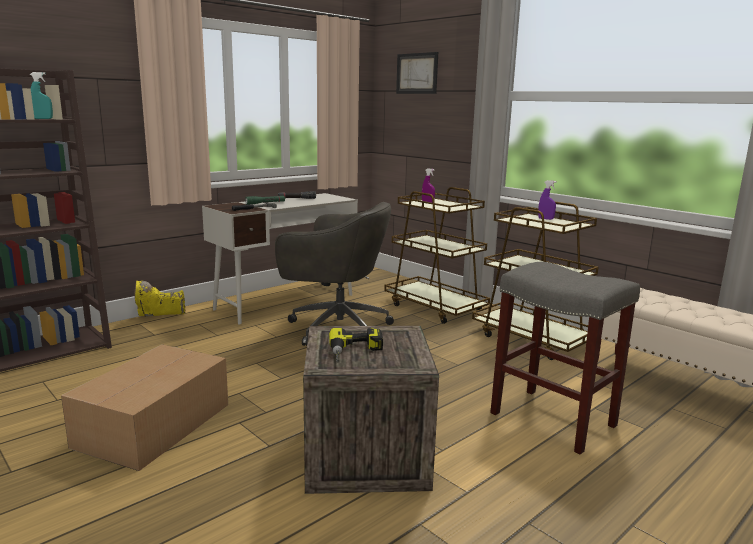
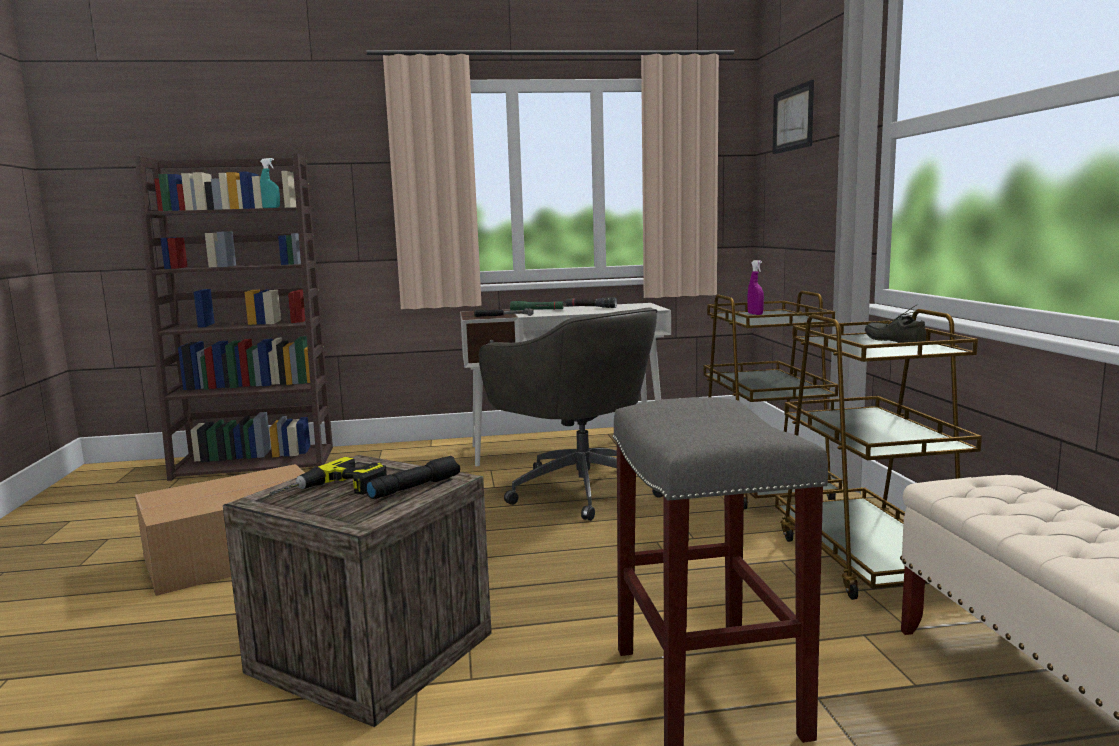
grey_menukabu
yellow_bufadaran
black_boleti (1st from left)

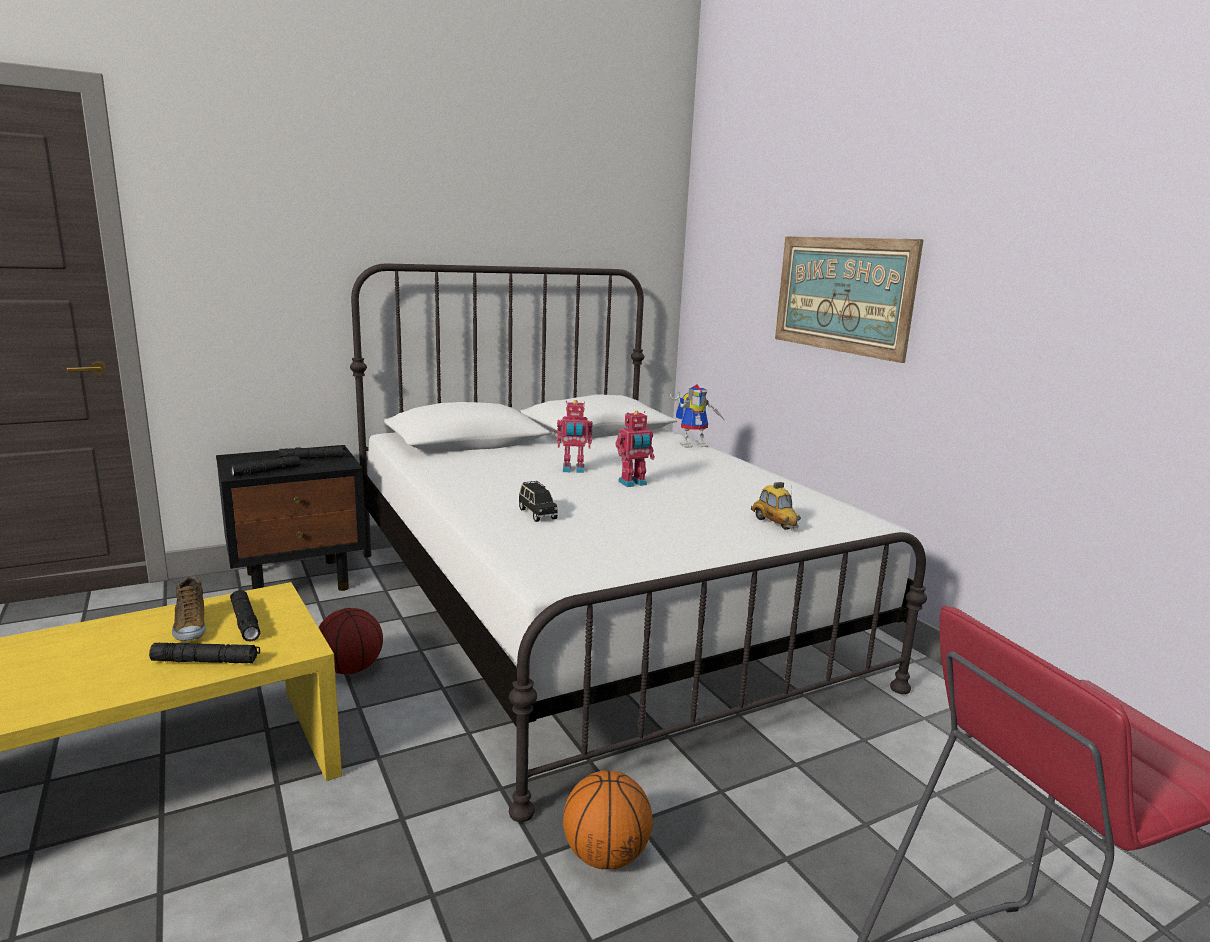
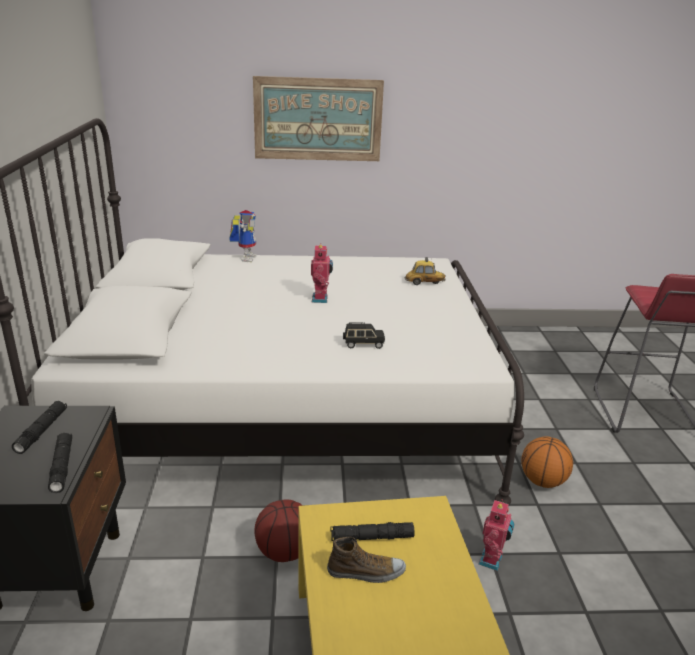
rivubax (3rd from left)
black_boleti (1st from left in the first image)

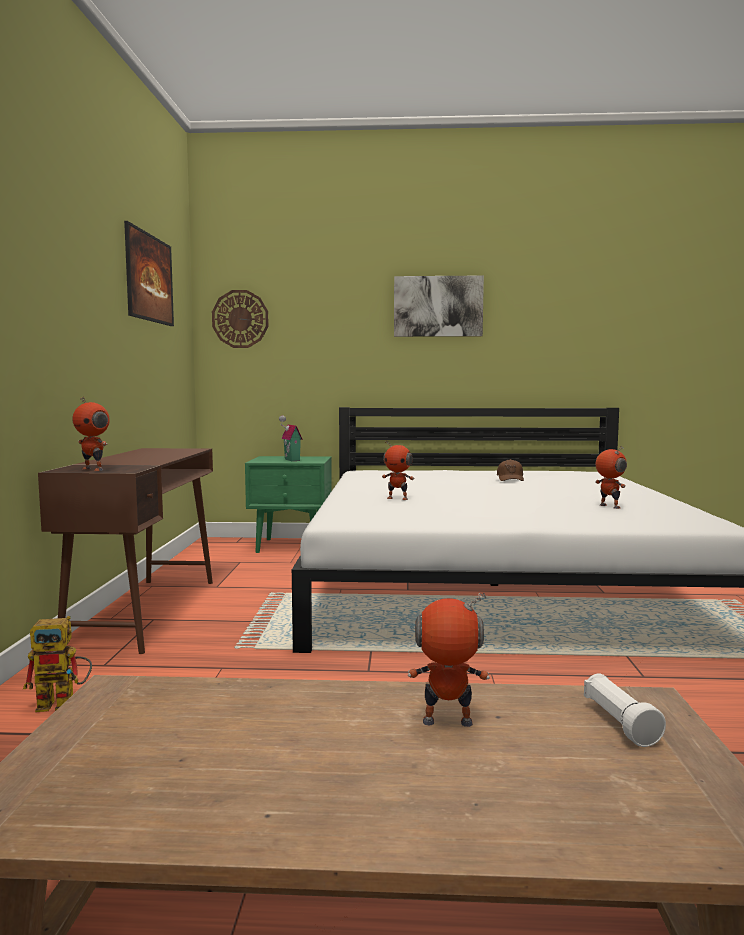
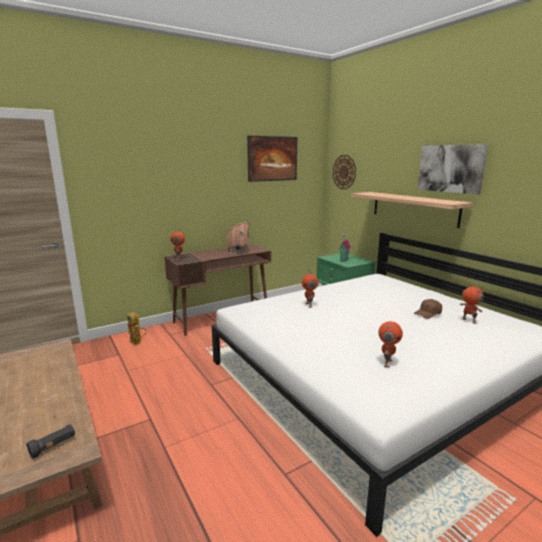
rivubax (5th from left)
black_boleti
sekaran
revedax (1st from left)

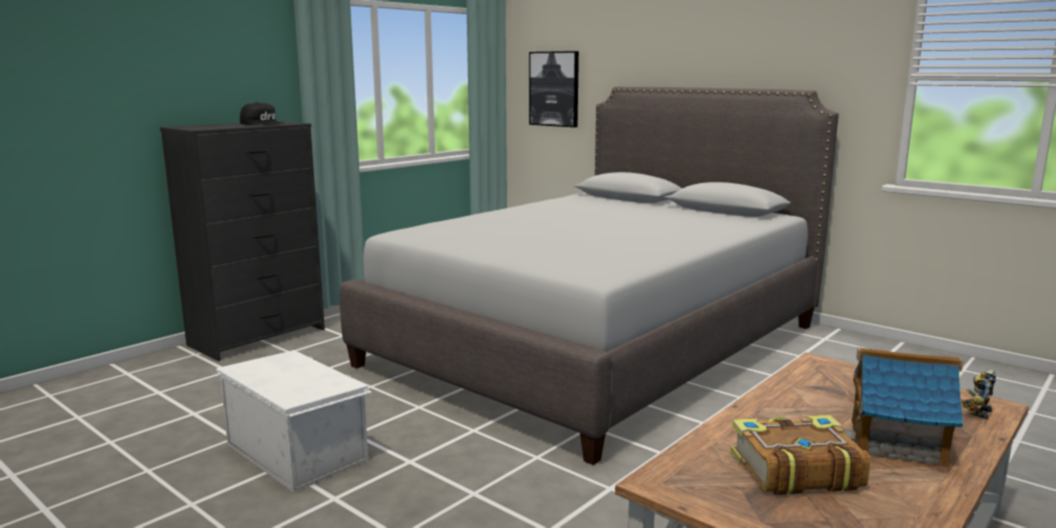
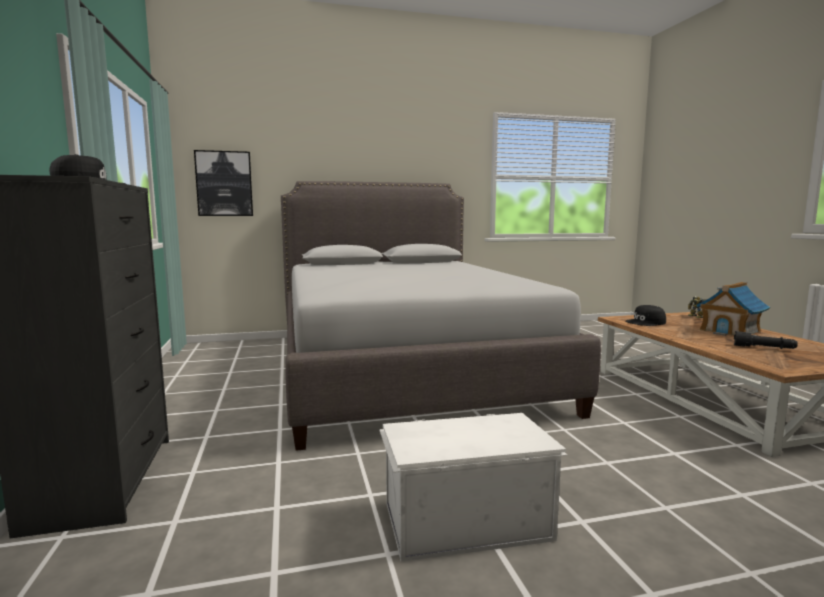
black_boleti
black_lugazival (2nd from left)

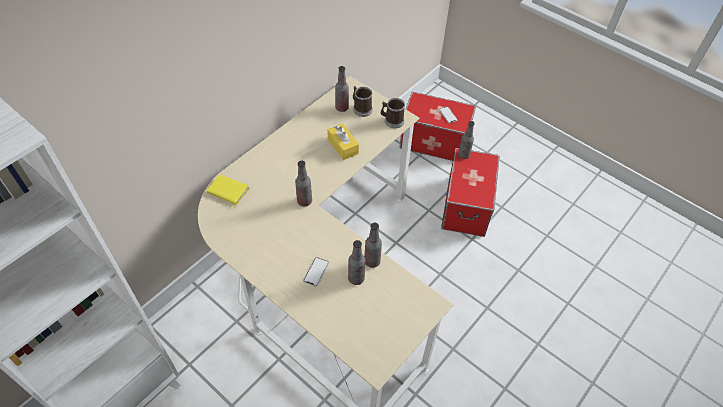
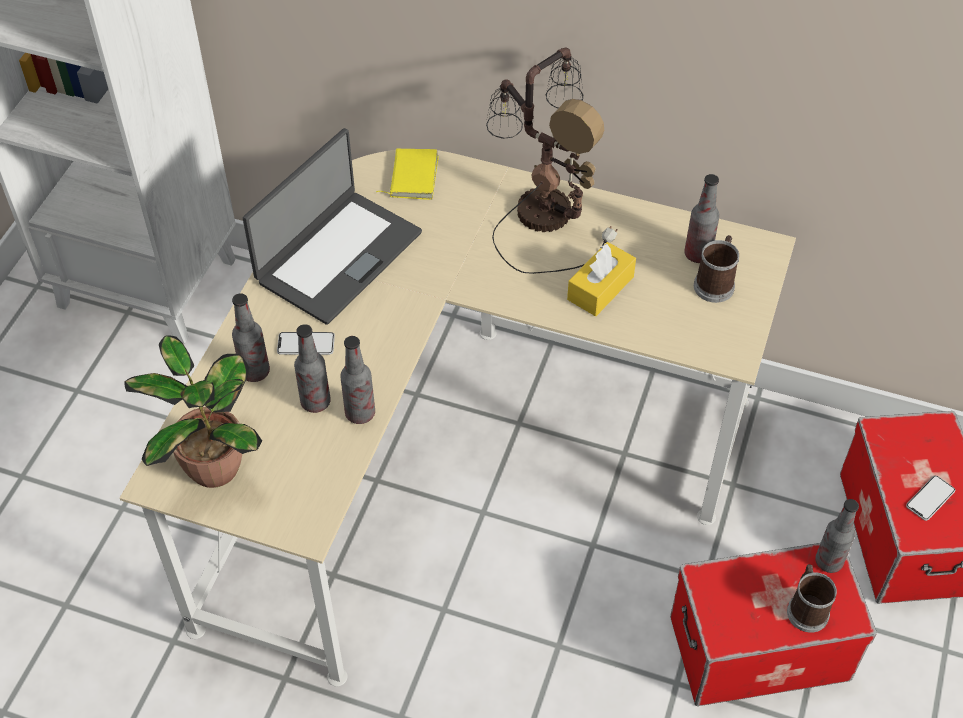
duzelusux (2nd from left)
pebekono (1st from left)
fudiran
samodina
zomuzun

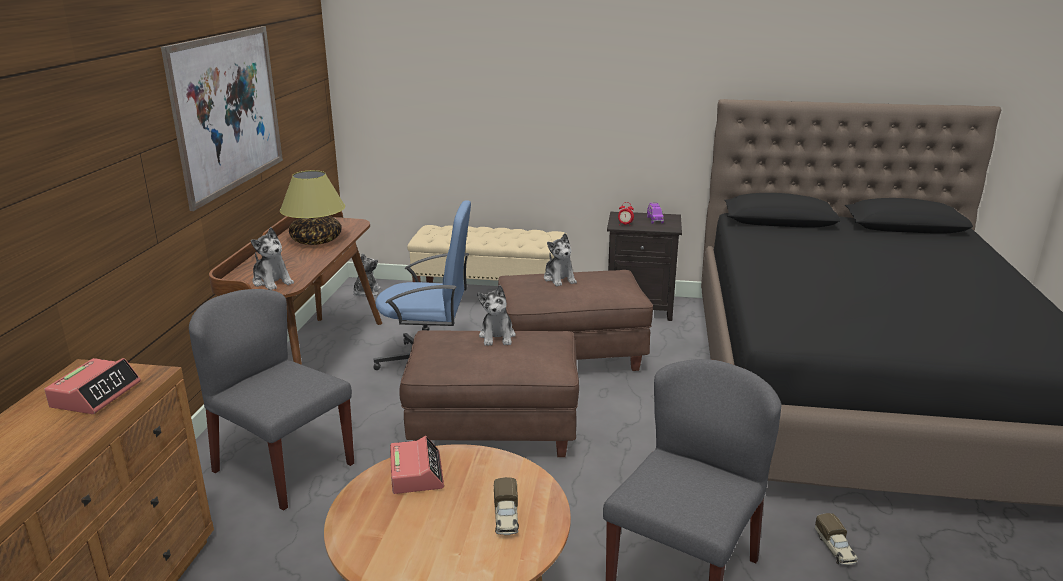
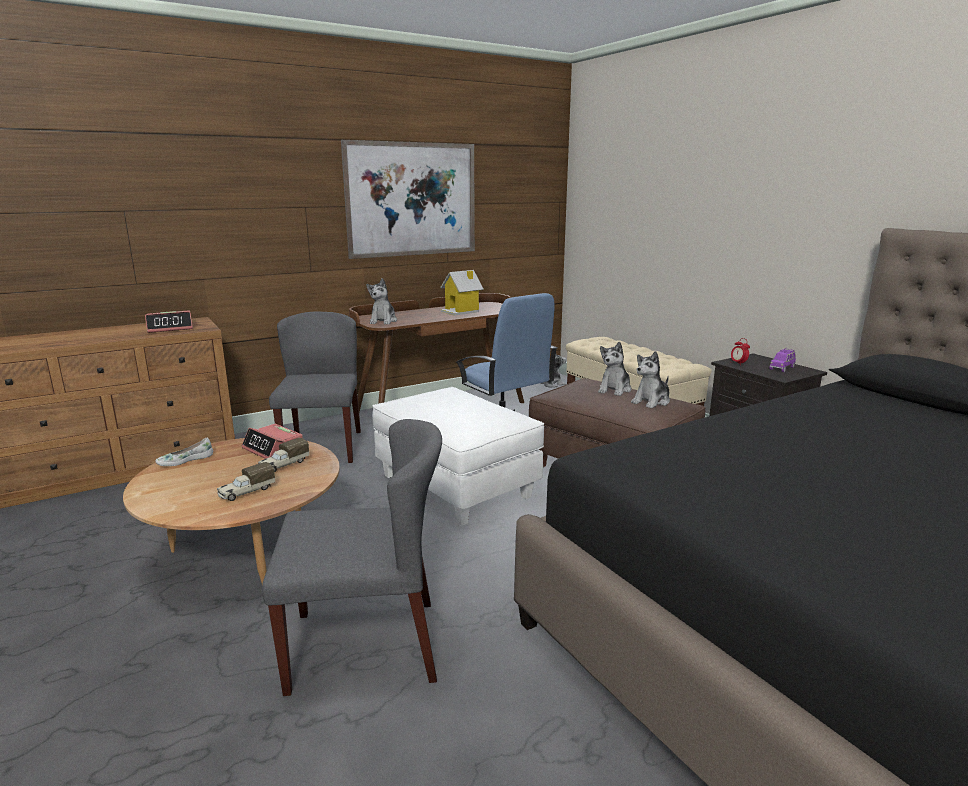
revedax
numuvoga (4th from left)
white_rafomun
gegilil (2nd from left)
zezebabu (2nd from left)
white_menukabu

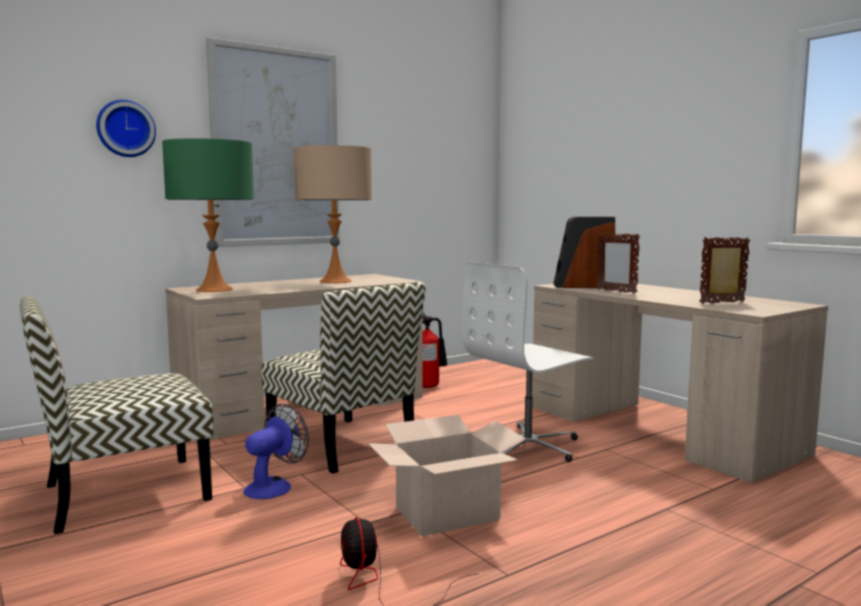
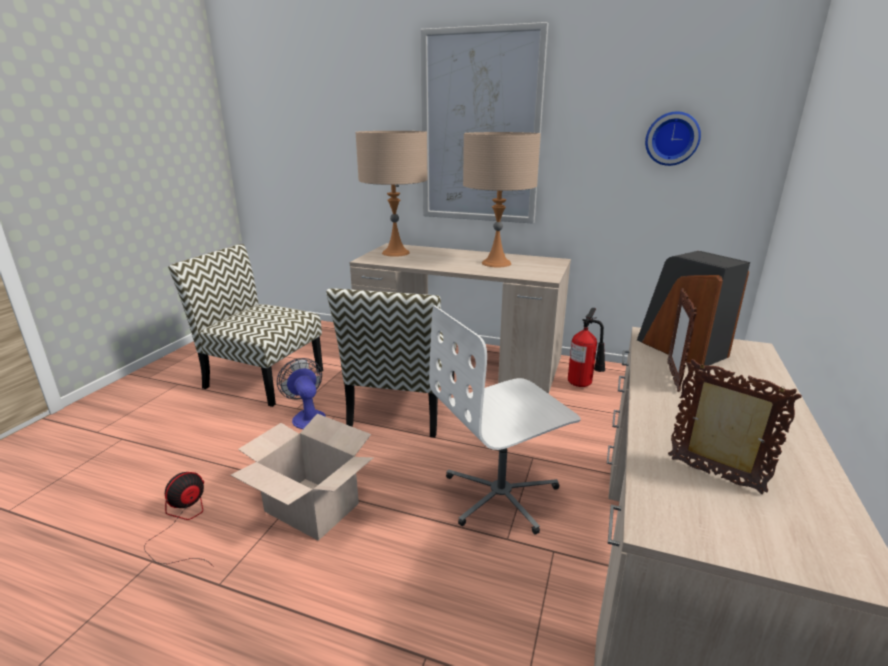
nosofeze
beige_fudiran (1st from left)
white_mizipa
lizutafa (2nd from left)

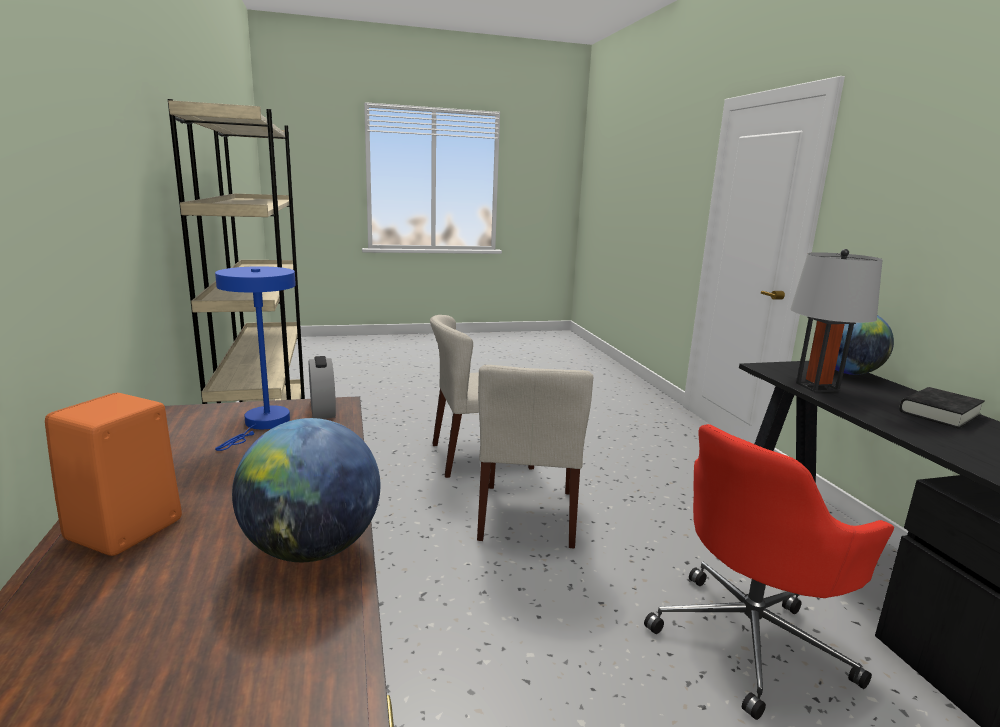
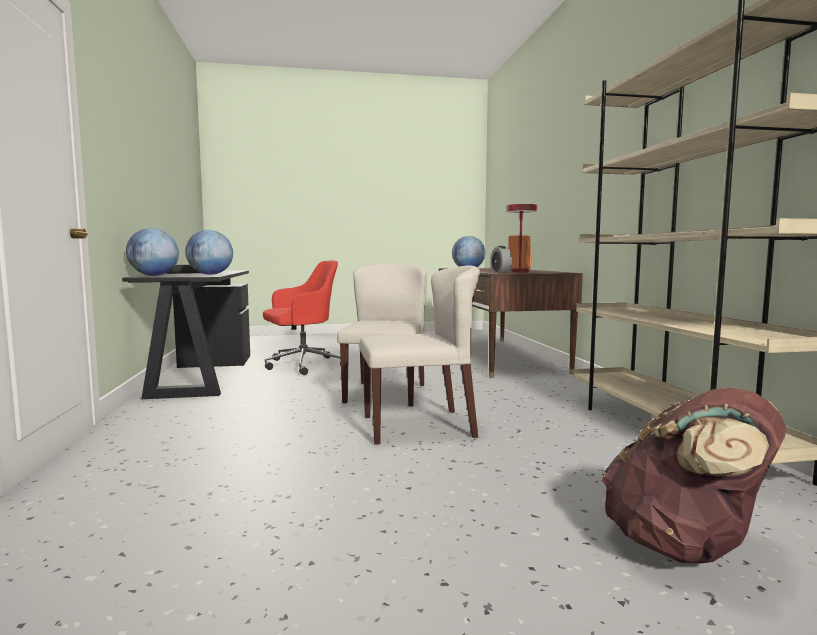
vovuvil (2nd from left)
red_fudiran
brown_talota

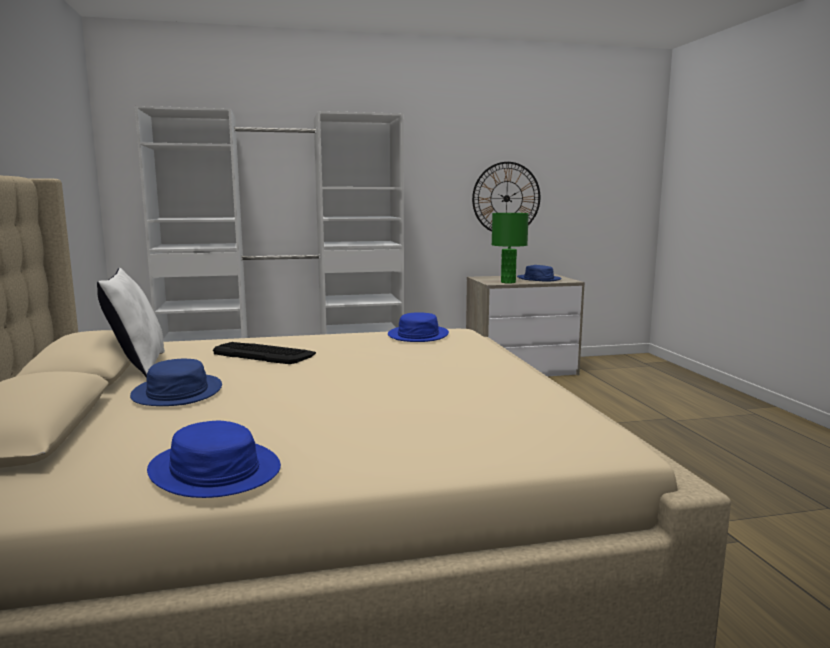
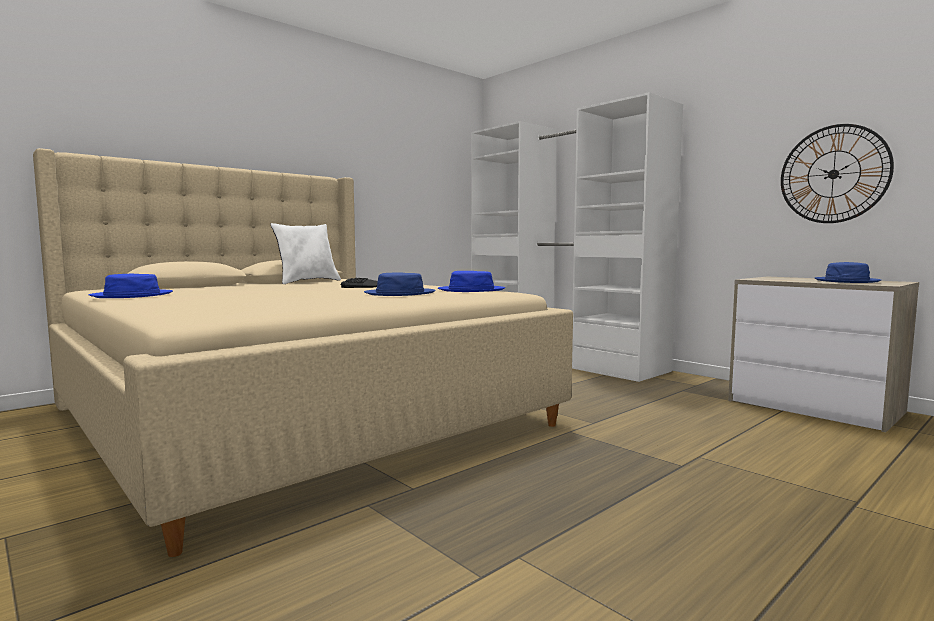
green_fudiran
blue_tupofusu (2nd from left)

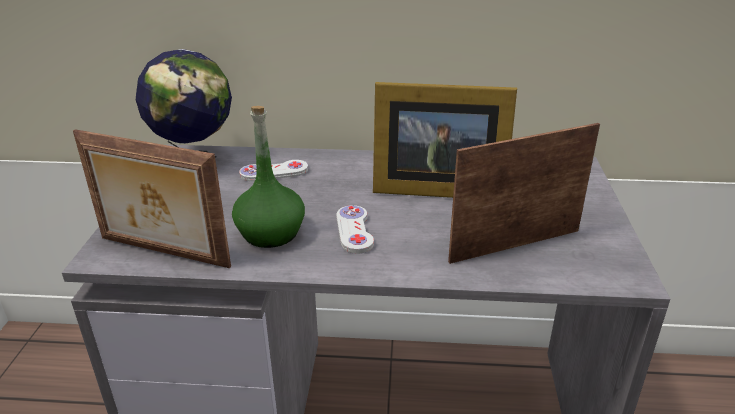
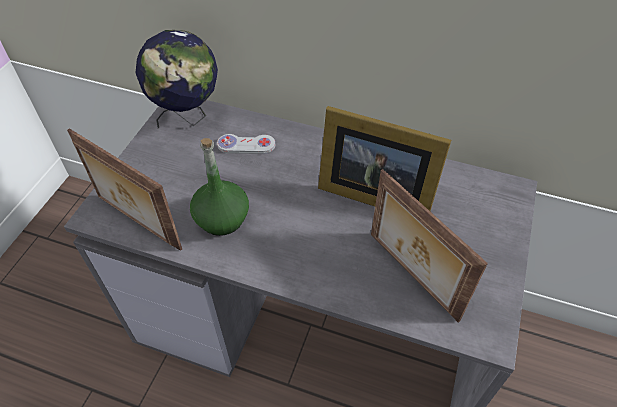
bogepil (3rd from left)
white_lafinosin (2nd from left in the first image)

